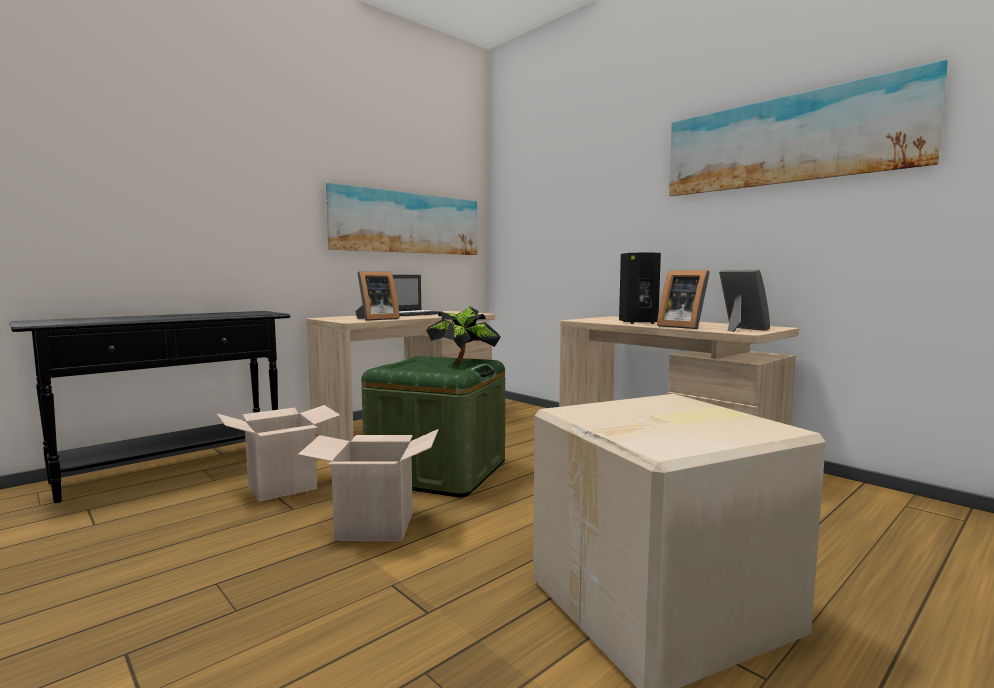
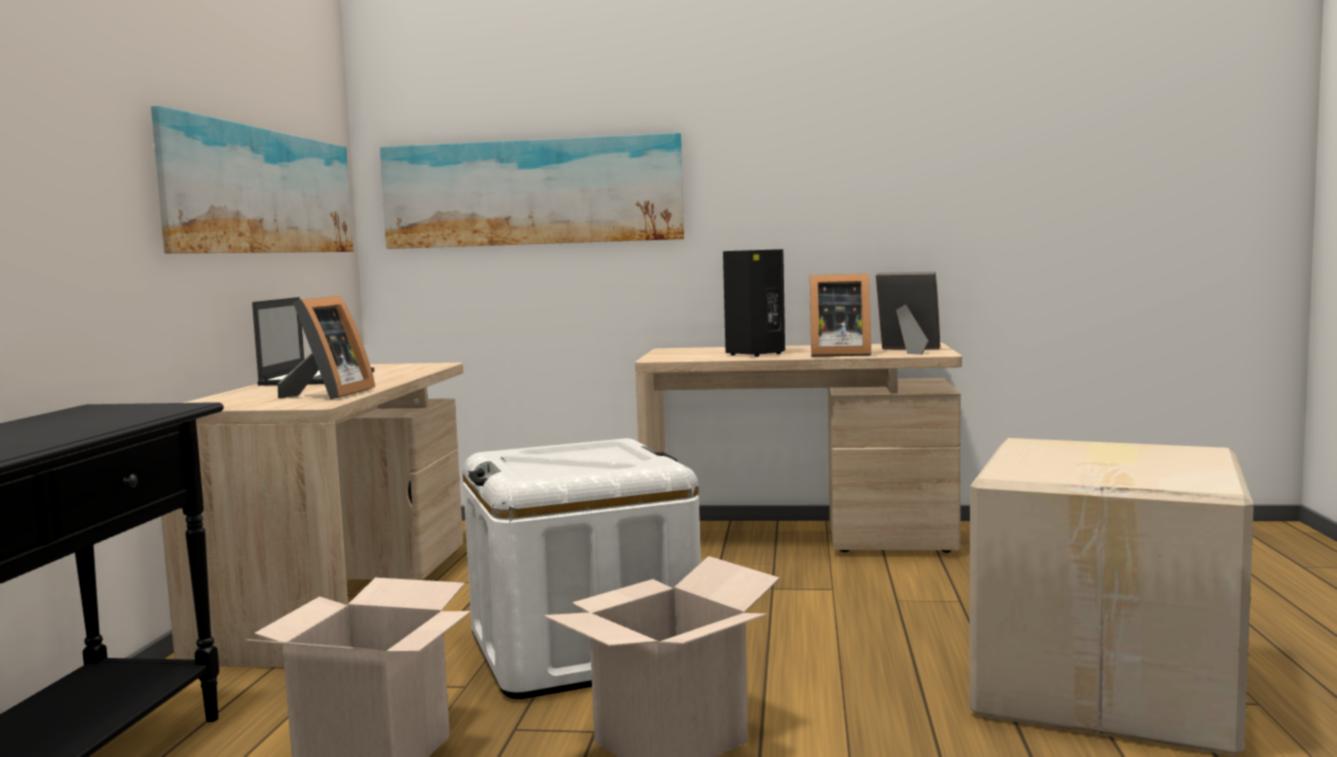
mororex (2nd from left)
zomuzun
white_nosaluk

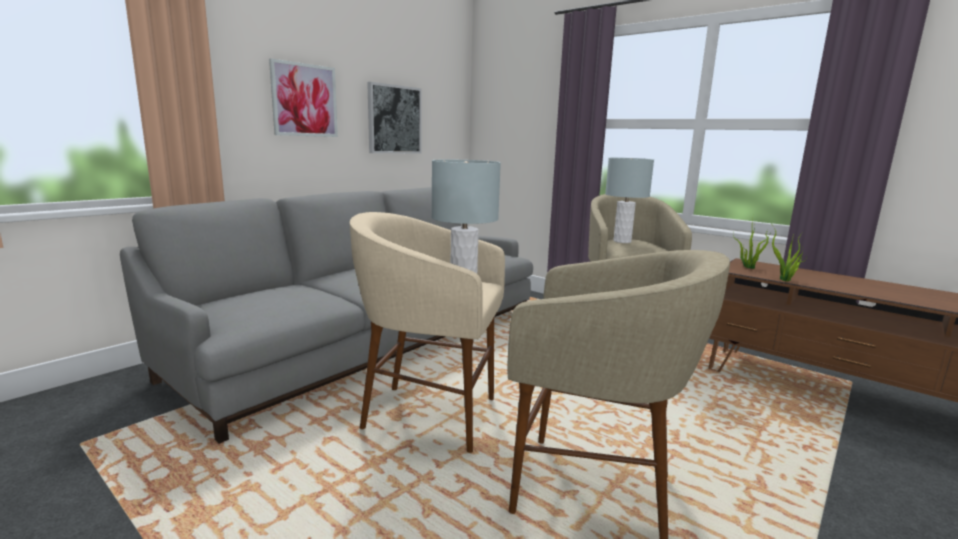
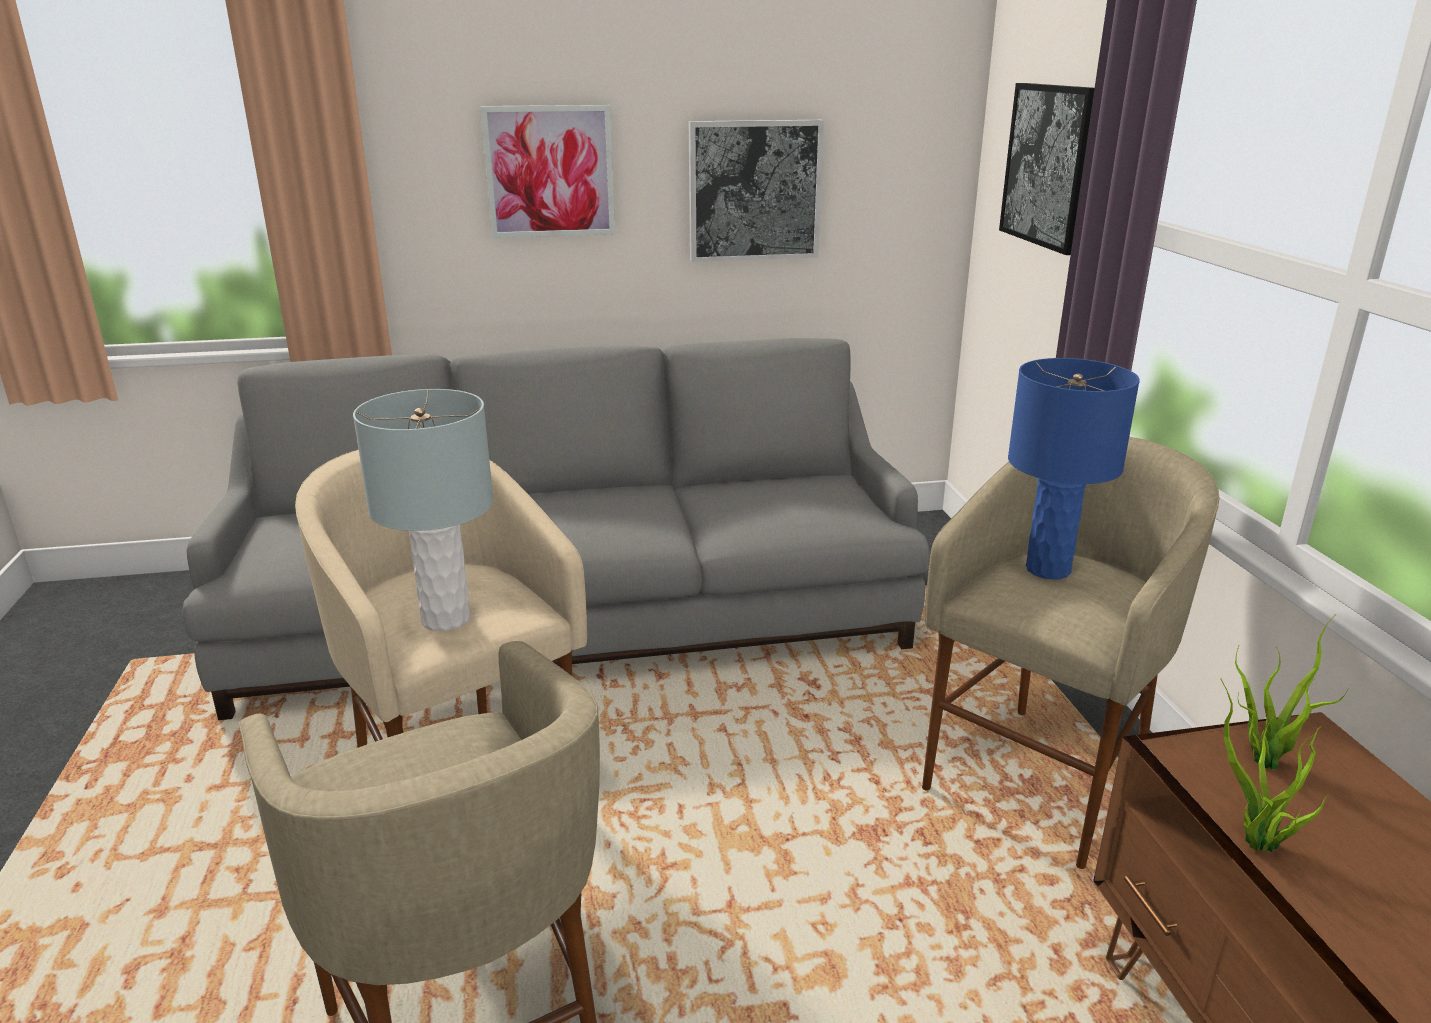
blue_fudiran
mororex (3rd from left)

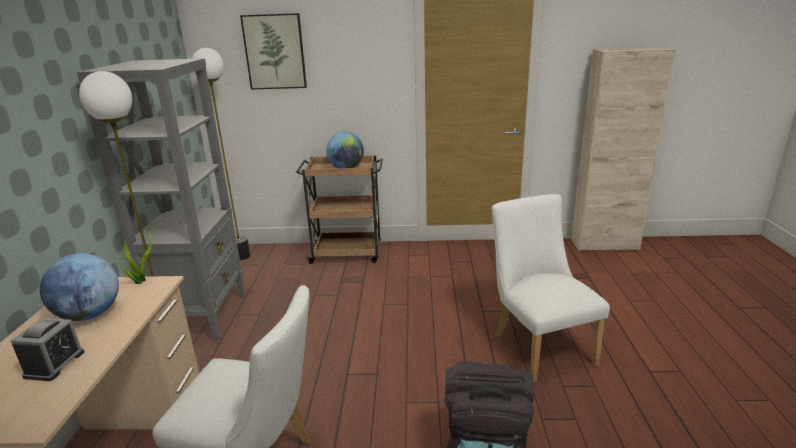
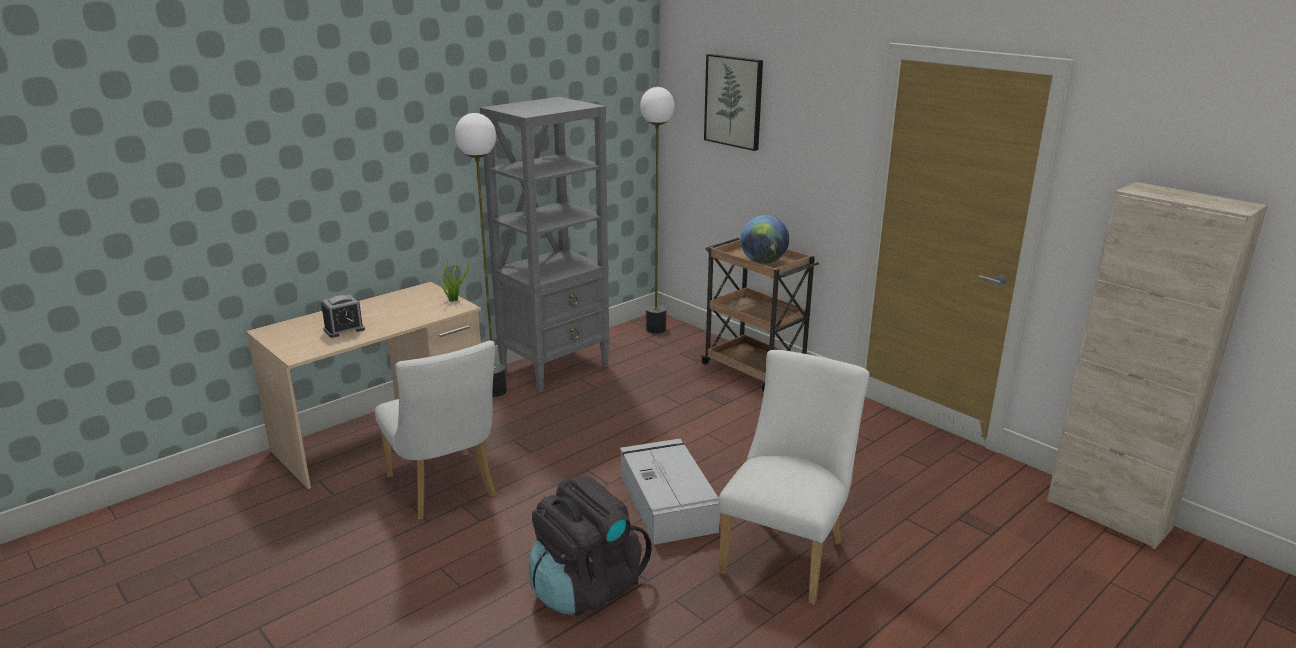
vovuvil (1st from left in the first image)
grey_nosaluk

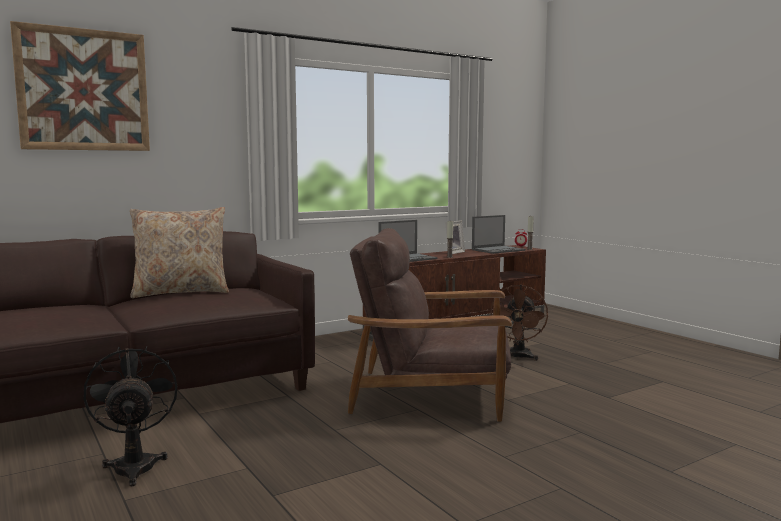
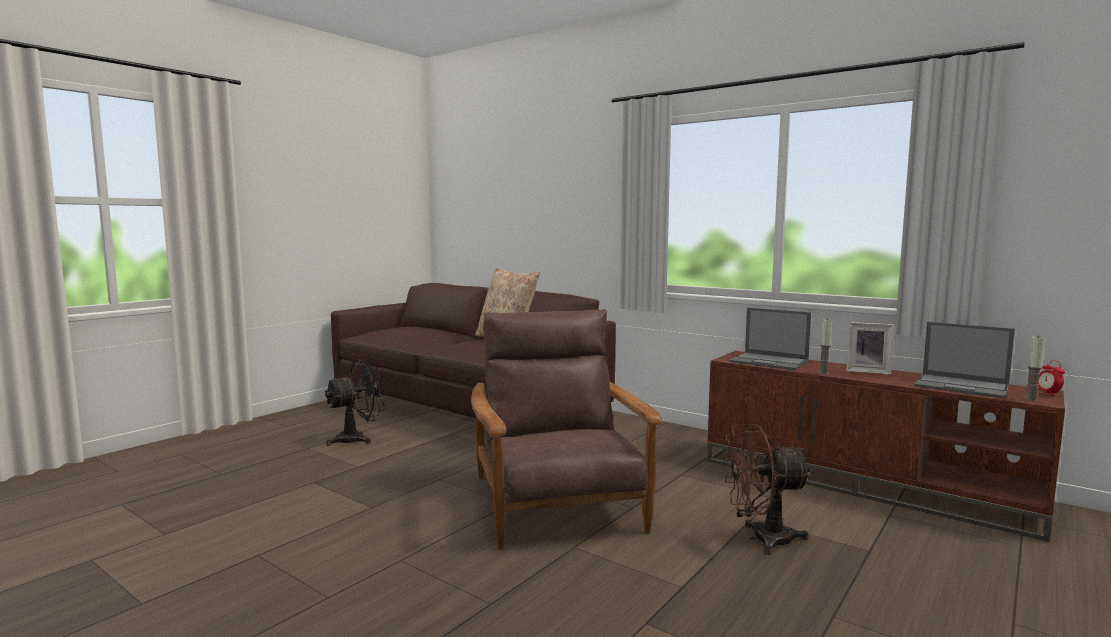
mororex

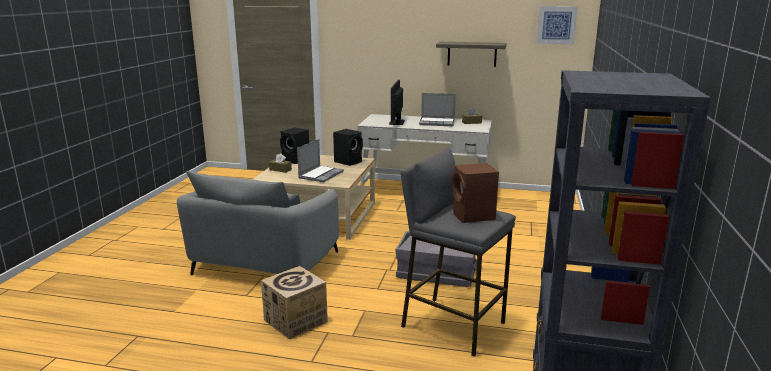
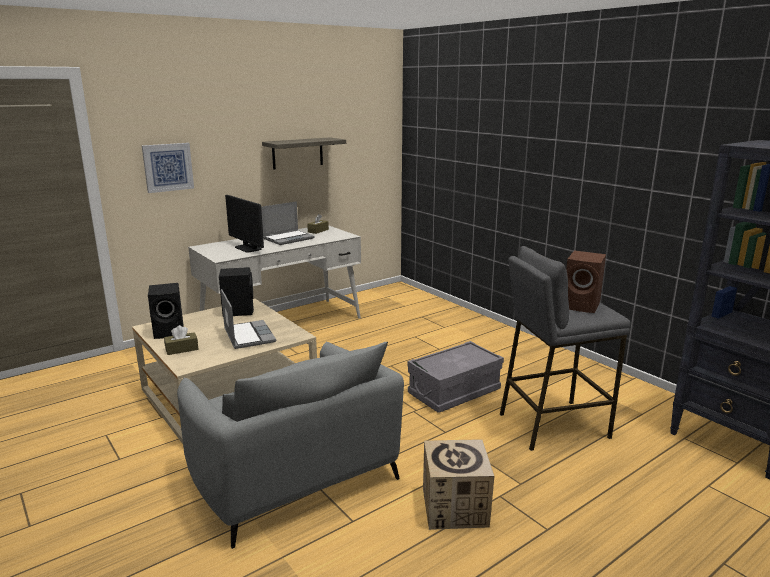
mororex

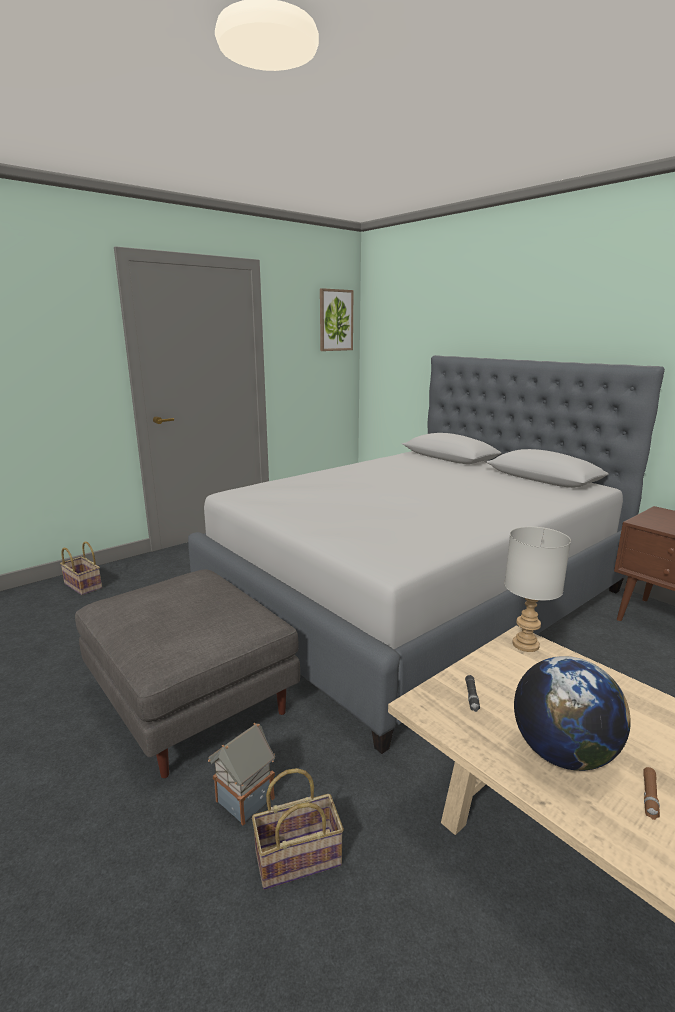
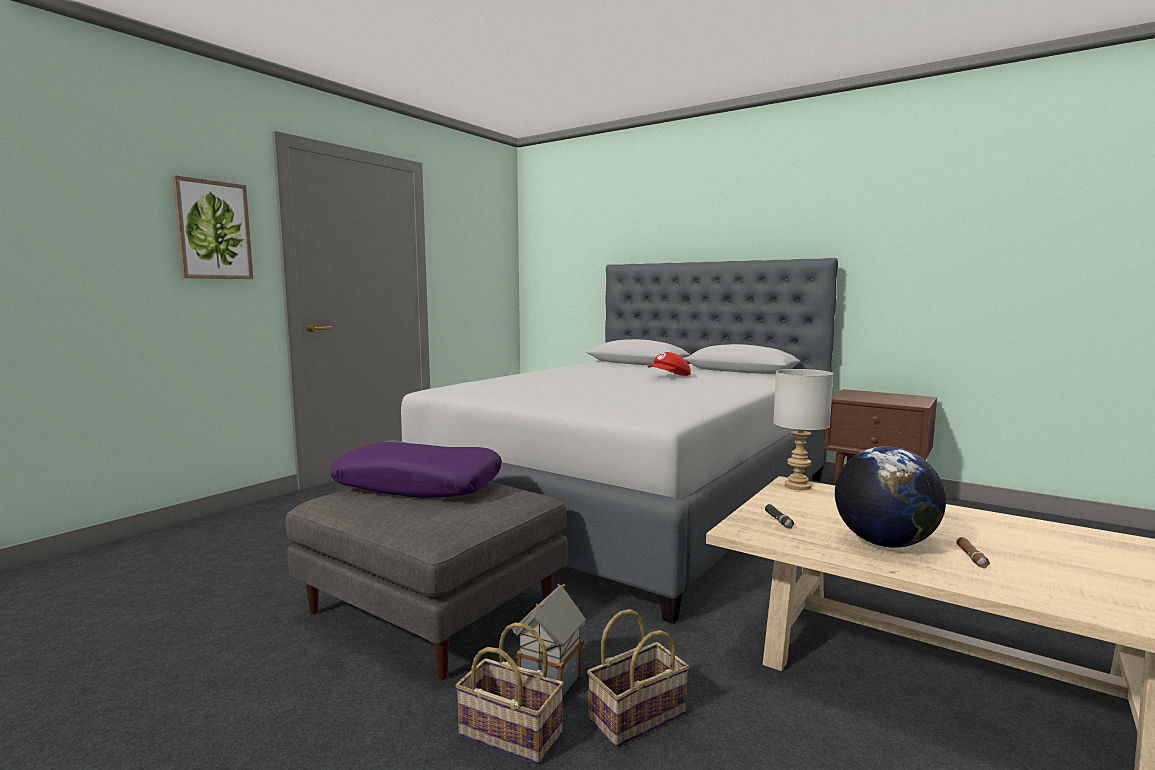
mororex
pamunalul (1st from left)
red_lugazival
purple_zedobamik

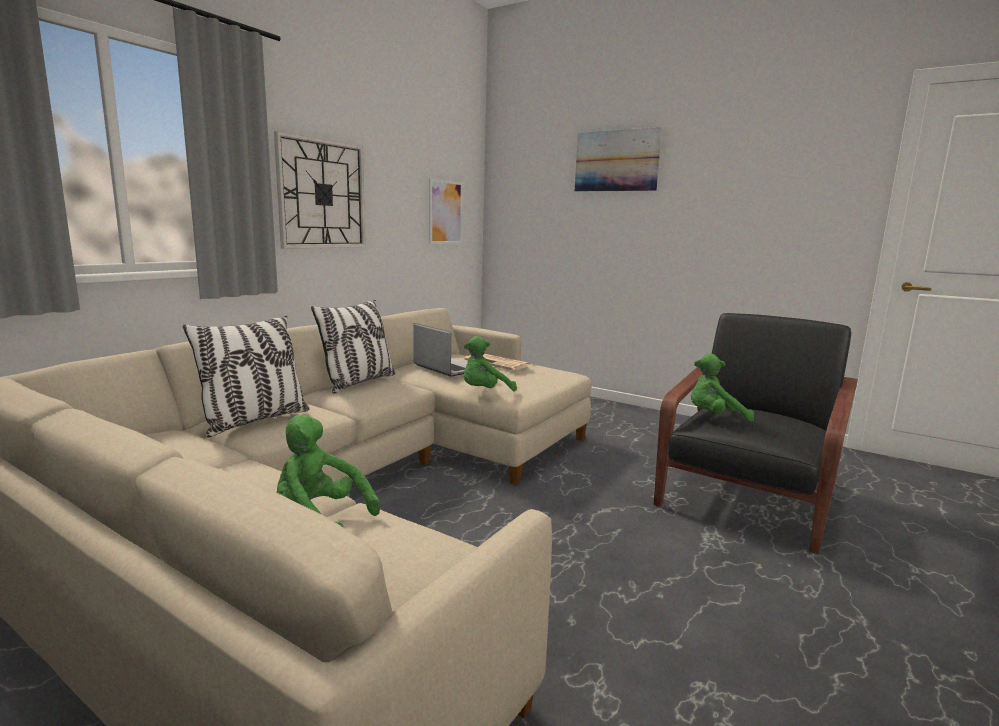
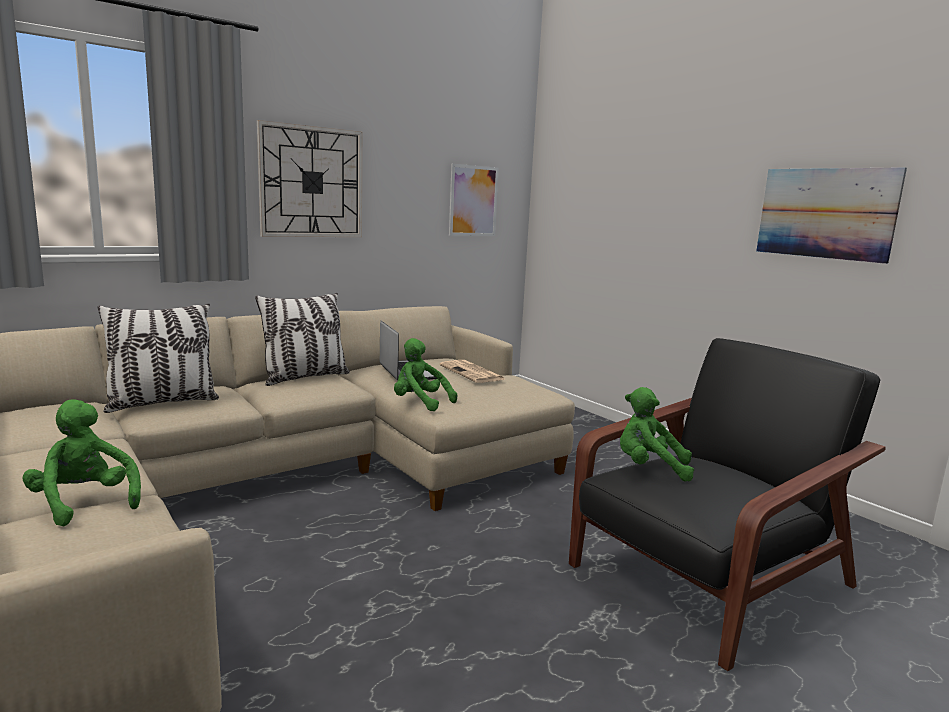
mororex (2nd from left)
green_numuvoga (2nd from left)

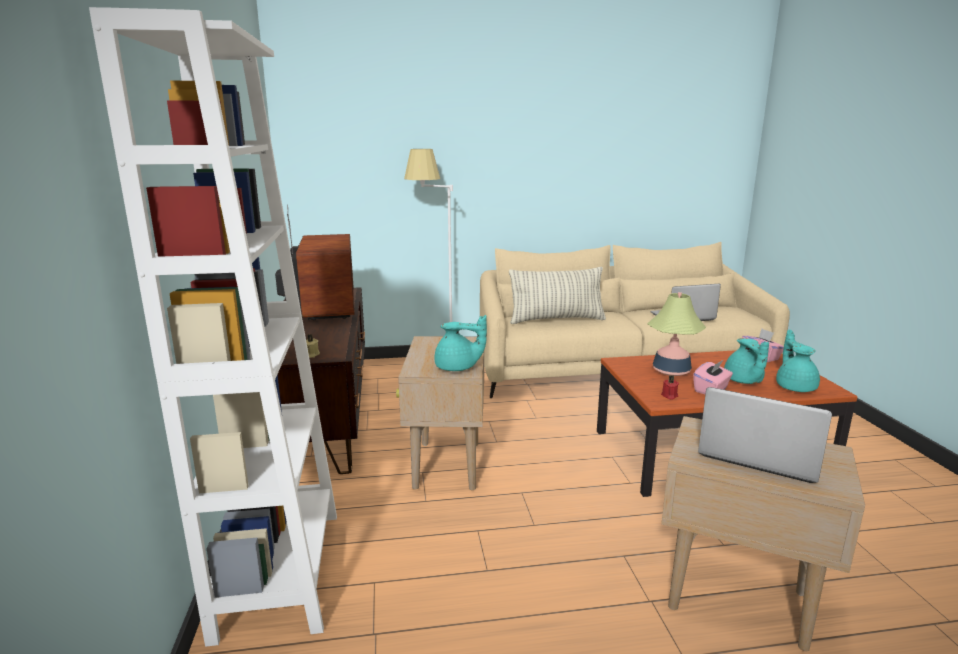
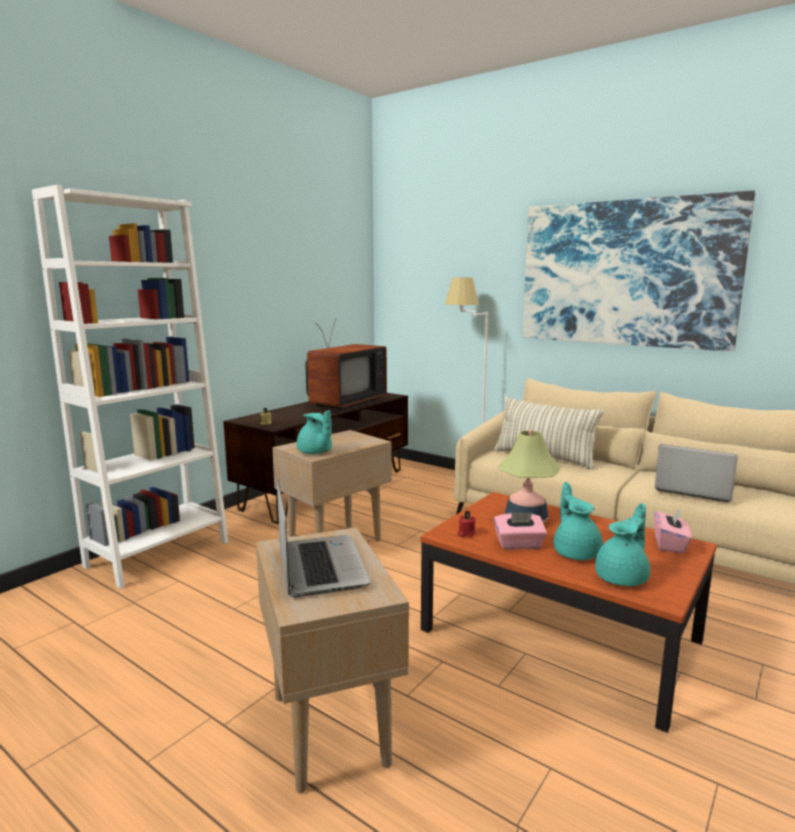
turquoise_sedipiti (2nd from left)
mororex

